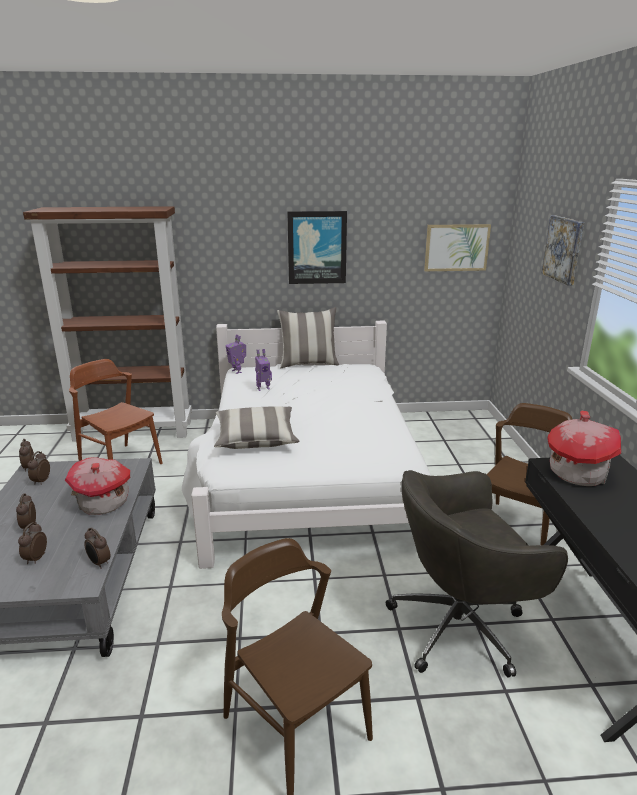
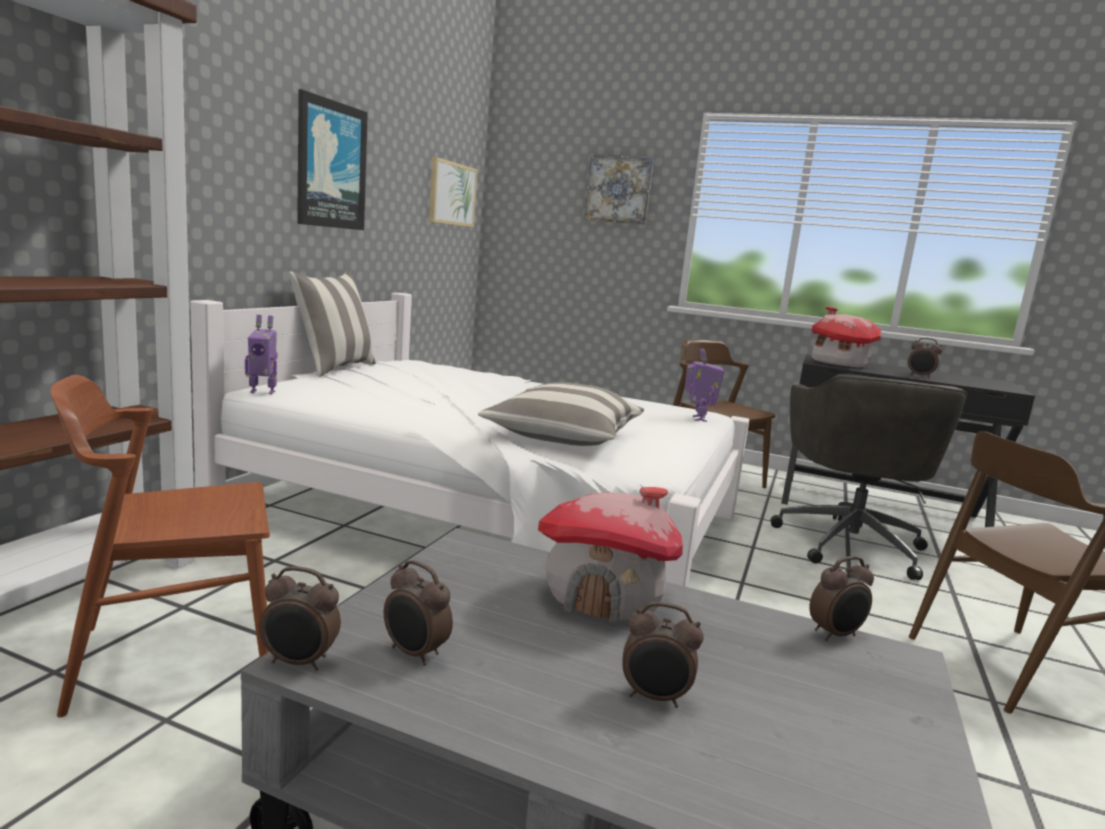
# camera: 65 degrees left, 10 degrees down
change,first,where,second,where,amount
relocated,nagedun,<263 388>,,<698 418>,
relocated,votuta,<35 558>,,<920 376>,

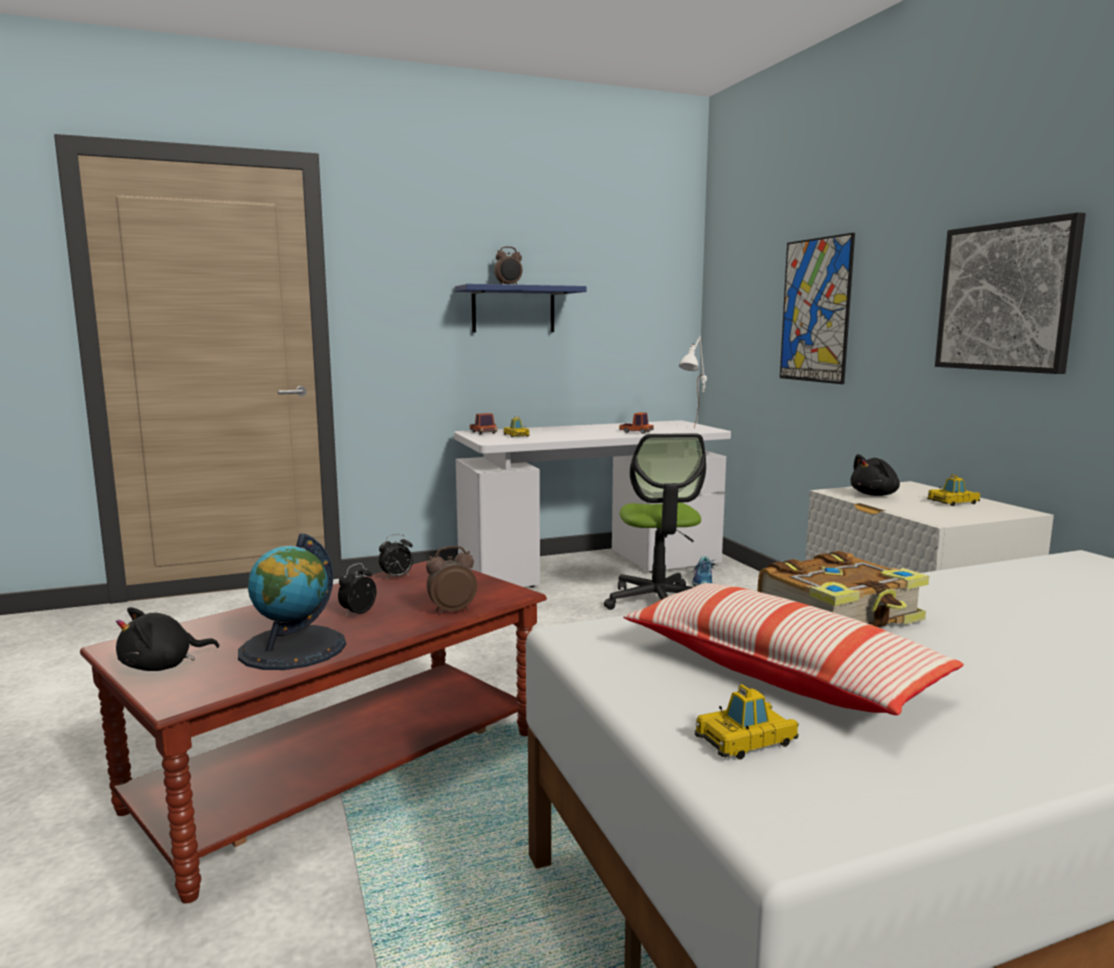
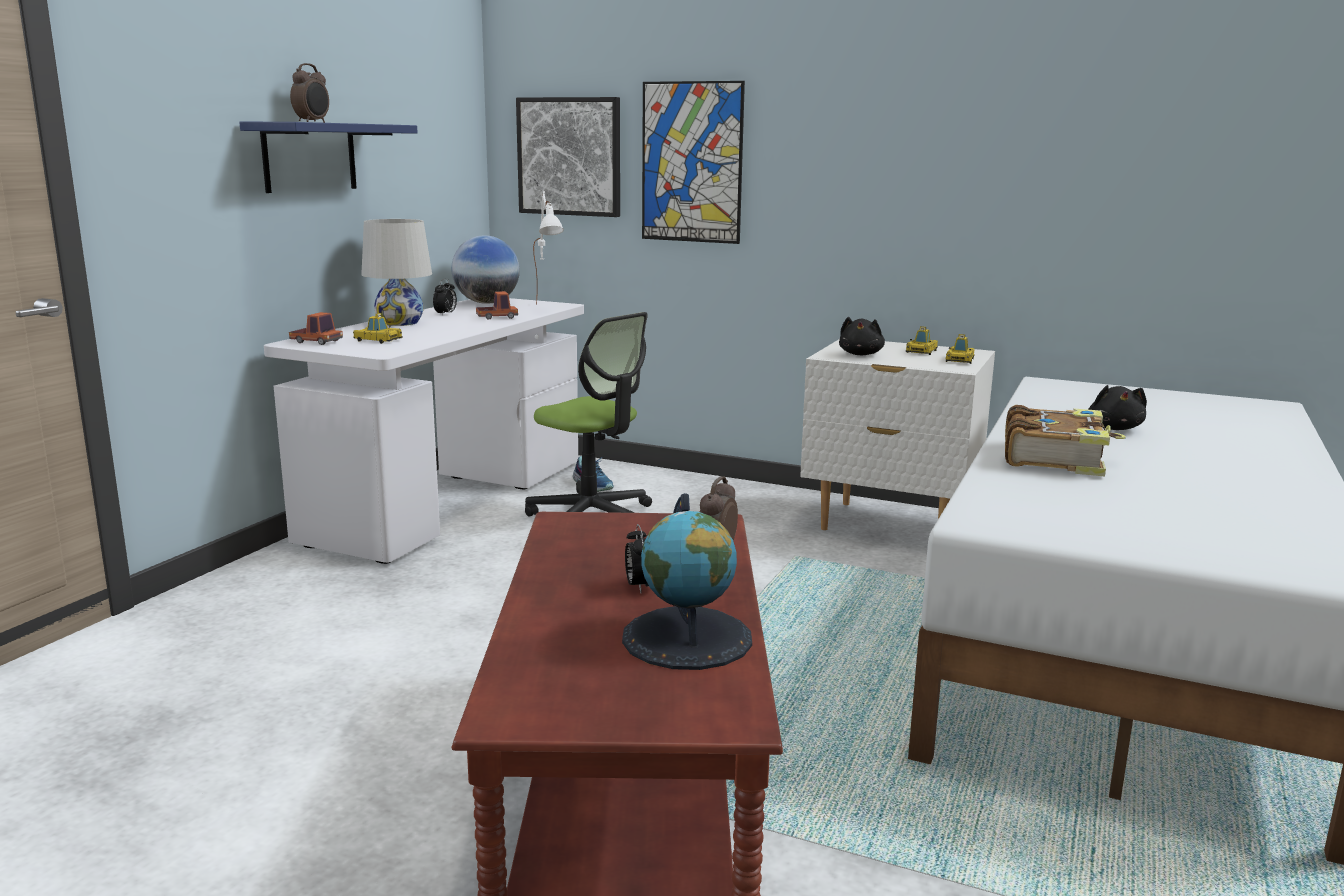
# camera: 45 degrees left, 5 degrees up
change,first,where,second,where,amount
appeared,,,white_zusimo,<399 322>,
relocated,votuta,<397 577>,,<445 314>,
appeared,,,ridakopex,<486 303>,
relocated,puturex,<1006 297>,,<569 156>,
relocated,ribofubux,<746 740>,,<959 360>,
relocated,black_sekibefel,<162 666>,,<1114 428>,
missing,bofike,<779 672>,,,

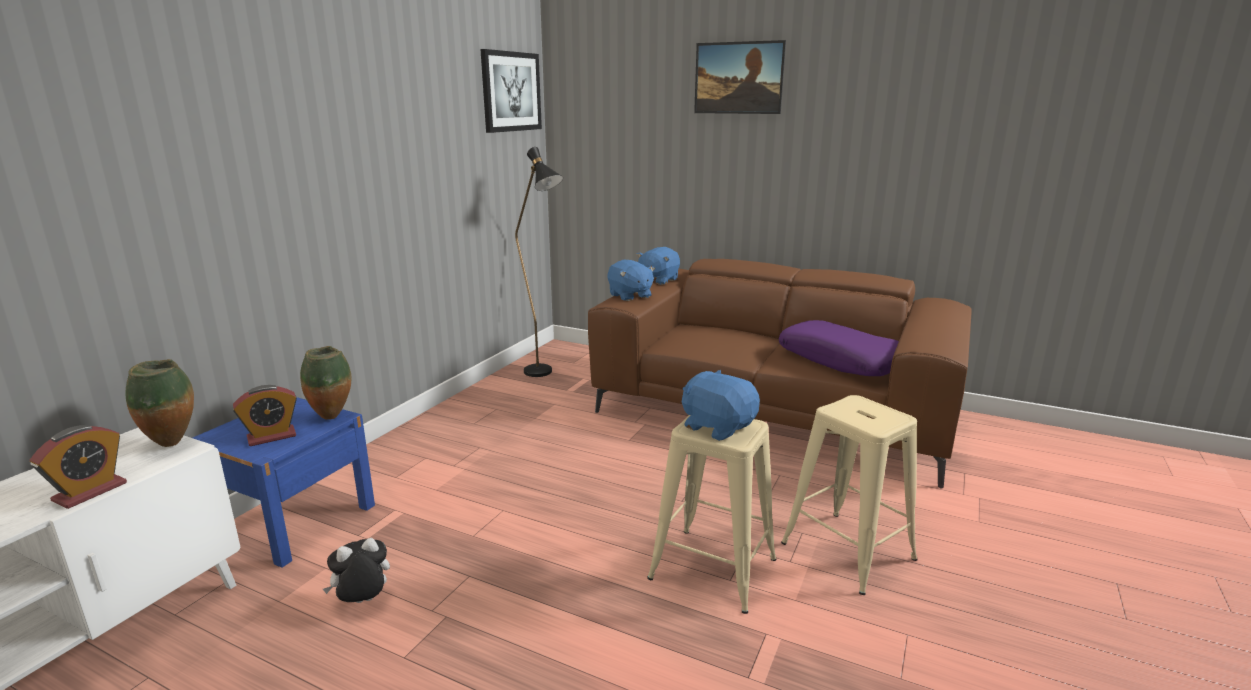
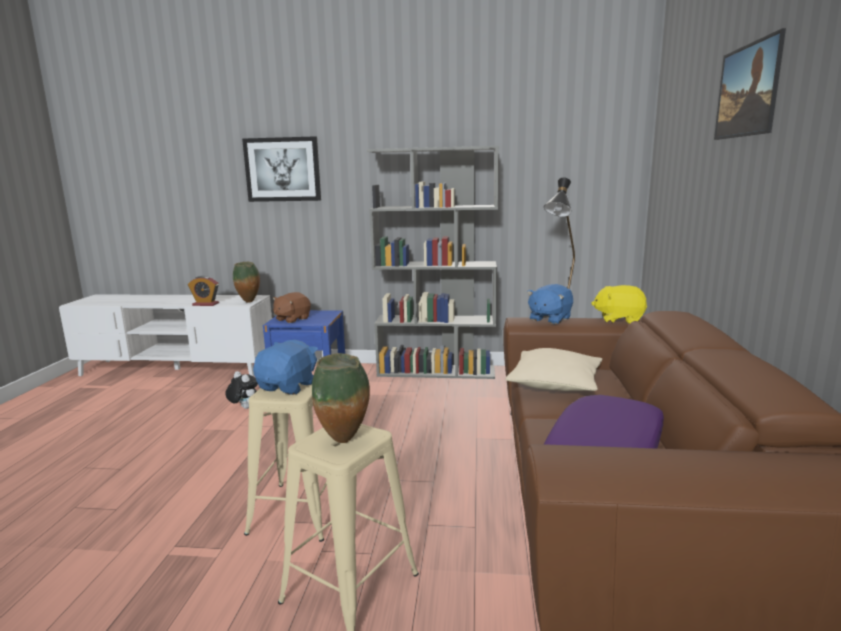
# camera: 70 degrees right, 5 degrees down
change,first,where,second,where,amount
relocated,puturex,<511 91>,,<282 169>,
exchanged,votuta,<271 437>,brown_sekibefel,<292 319>,
relocated,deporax,<333 417>,,<344 441>,
appeared,,,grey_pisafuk,<437 371>,
appeared,,,beige_bofike,<555 383>,
colour,blue_sekibefel,<658 280>,yellow_sekibefel,<619 319>,

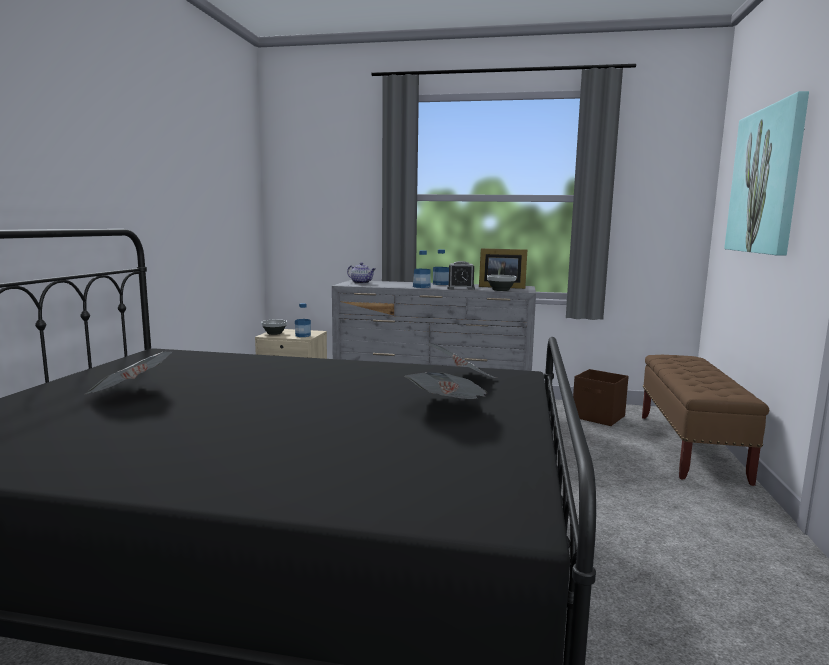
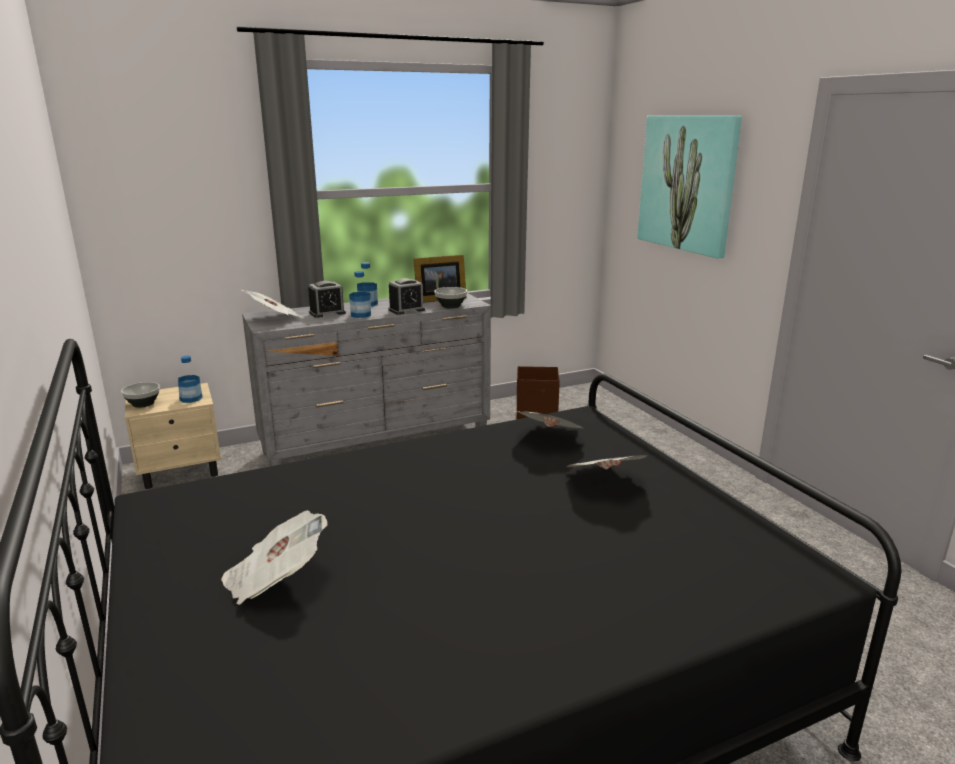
# camera: 35 degrees left, 10 degrees up
change,first,where,second,where,amount
exchanged,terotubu,<361 283>,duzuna,<275 319>,
appeared,,,votuta,<327 313>,
missing,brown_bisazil,<690 447>,,,

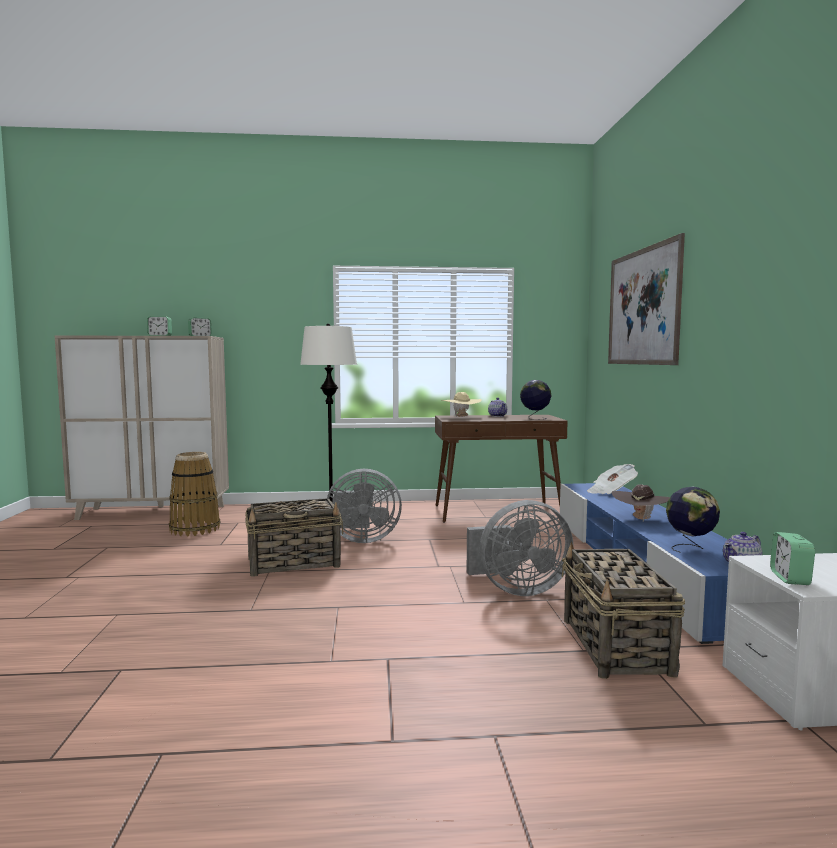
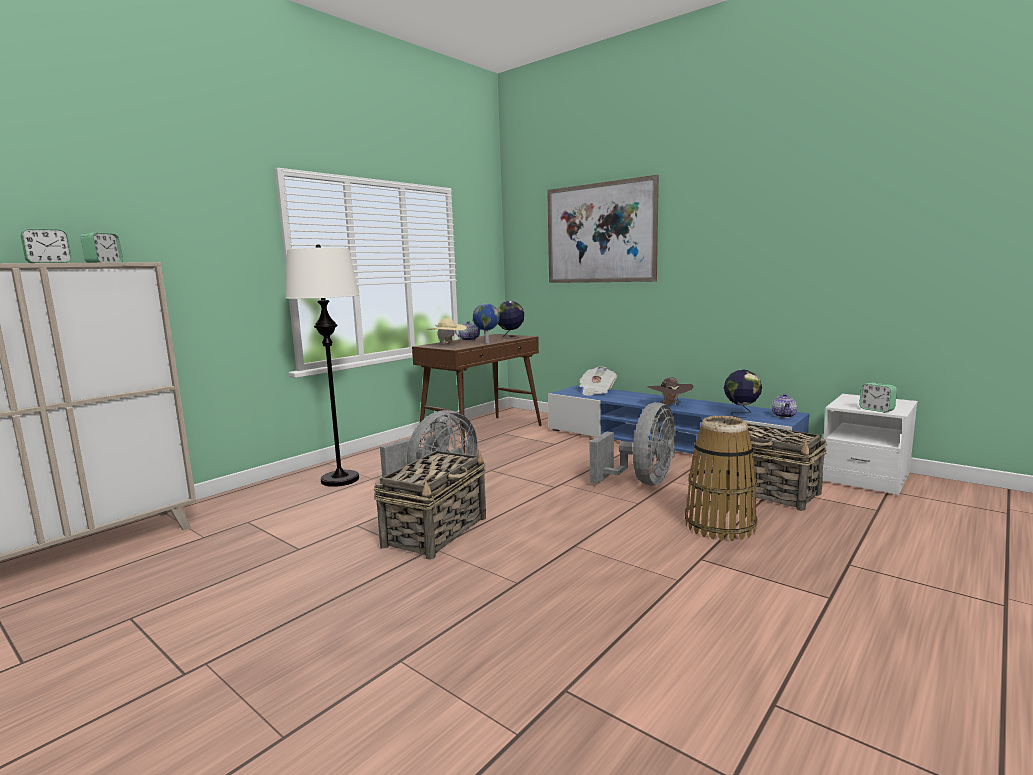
# camera: 45 degrees left, 5 degrees up
change,first,where,second,where,amount
appeared,,,ridakopex,<486 342>,
relocated,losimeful,<195 529>,,<719 525>,

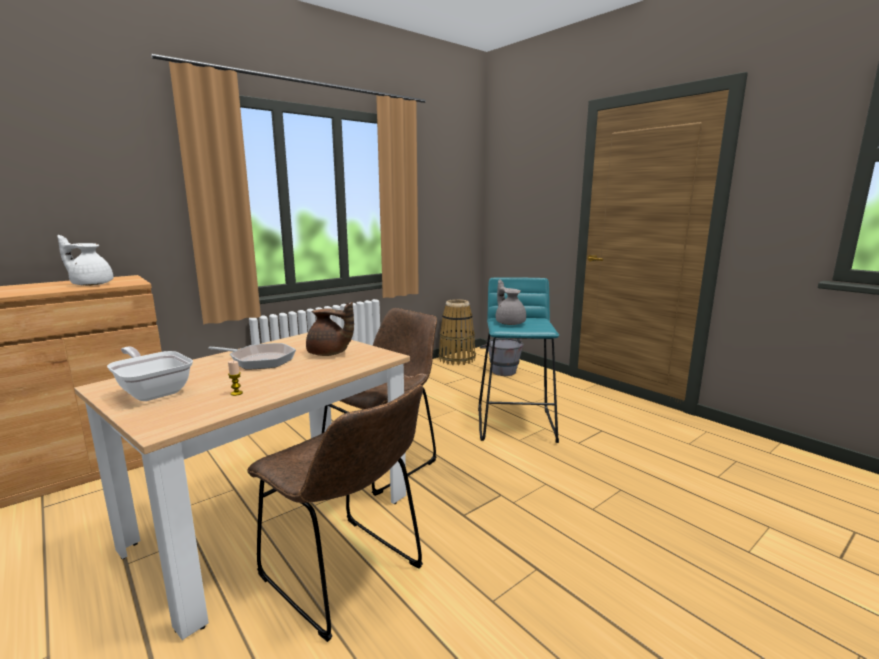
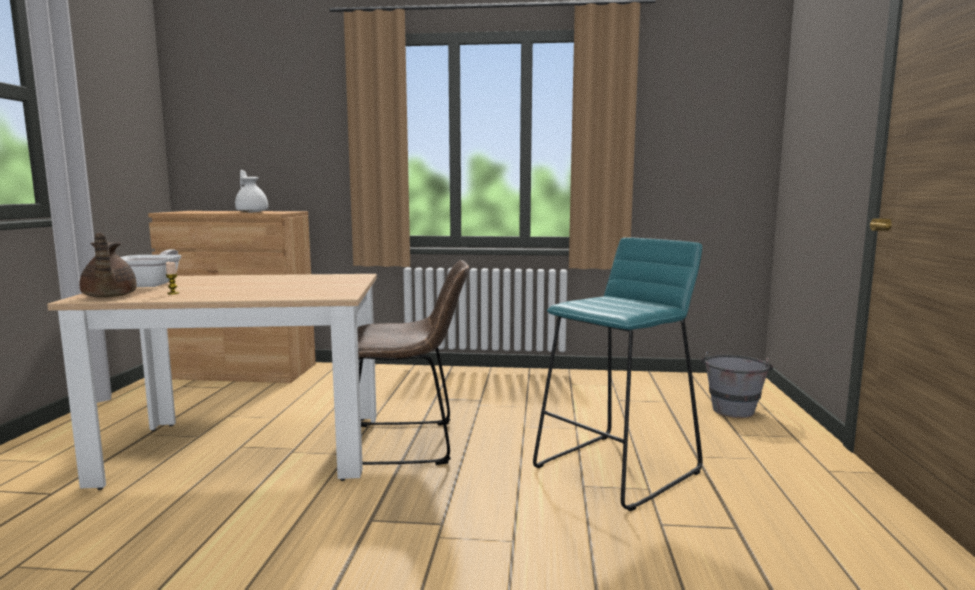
# camera: 45 degrees right, 5 degrees down
change,first,where,second,where,amount
relocated,brown_terotubu,<329 354>,,<108 297>,
missing,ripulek,<259 360>,,,
missing,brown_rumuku,<346 576>,,,
missing,losimeful,<457 359>,,,
missing,grey_terotubu,<509 323>,,,

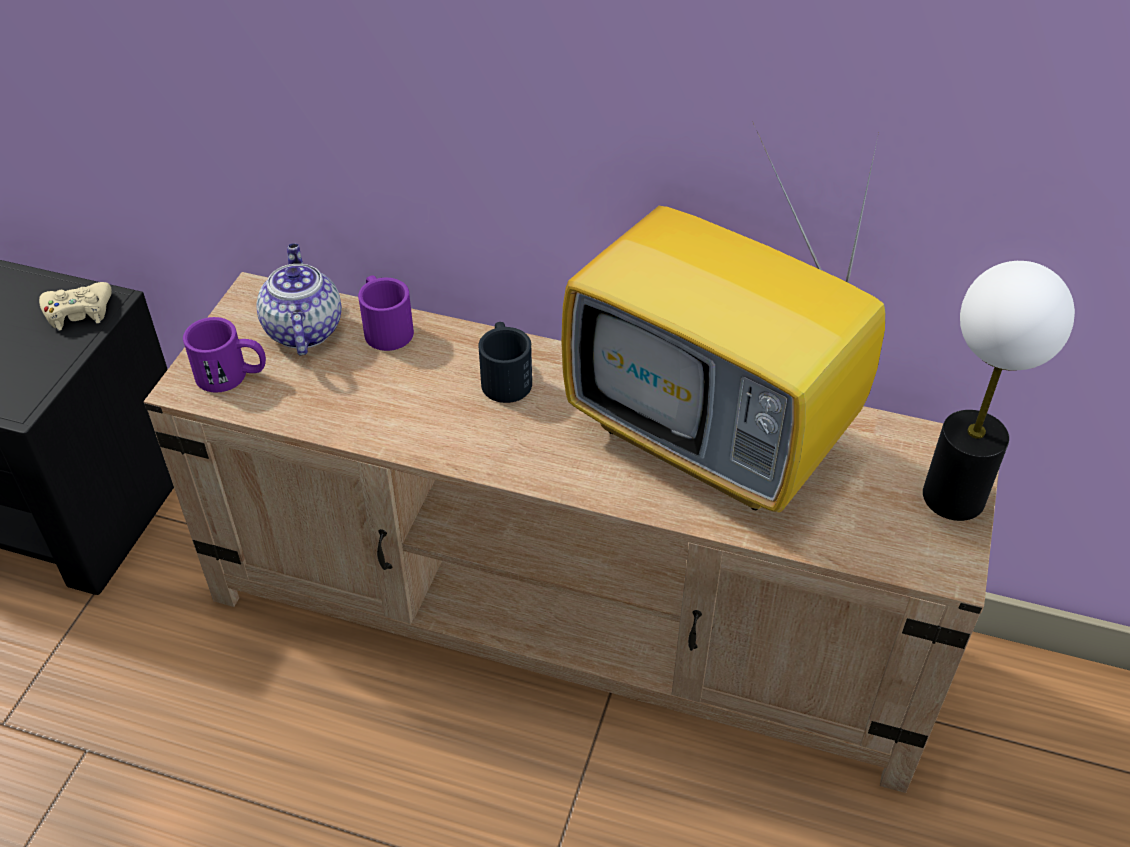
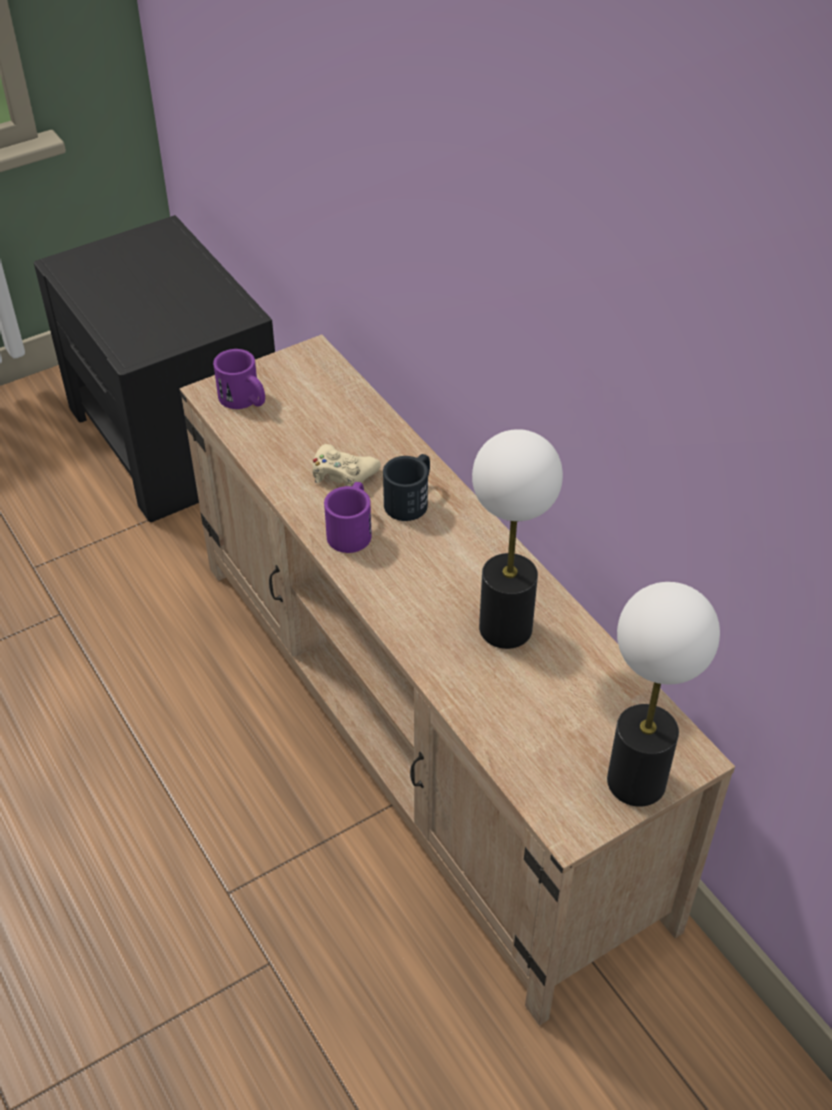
# camera: 40 degrees right, 0 degrees up
change,first,where,second,where,amount
relocated,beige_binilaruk,<78 312>,,<343 474>,
relocated,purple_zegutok,<385 327>,,<352 529>,
exchanged,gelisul,<715 438>,zusimo,<506 628>,
missing,terotubu,<302 329>,,,

